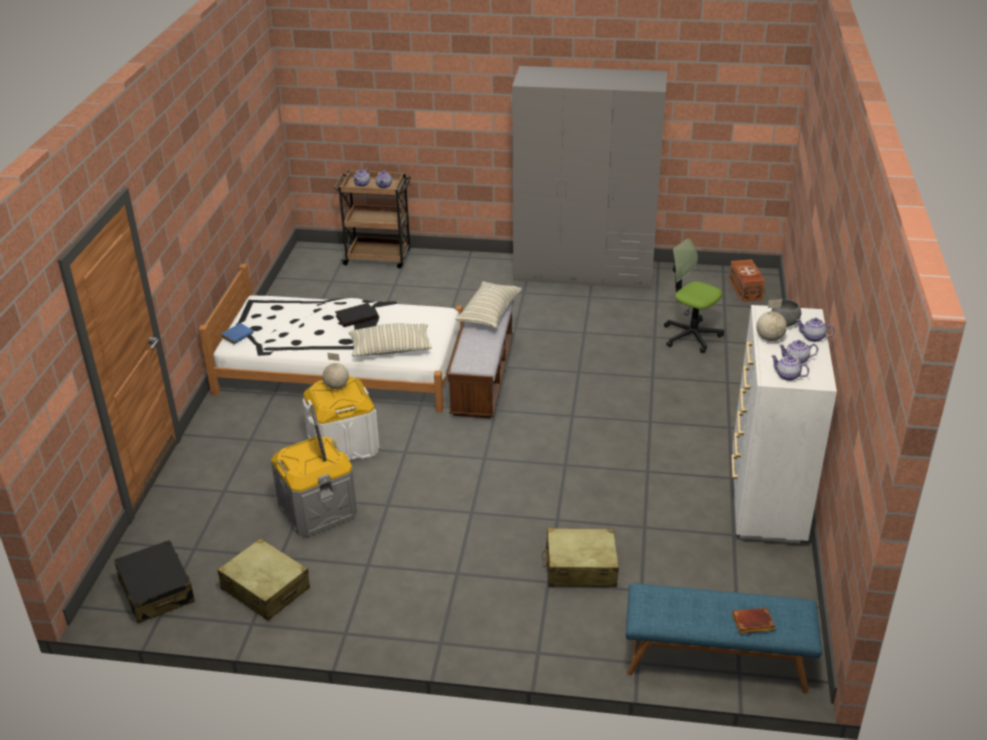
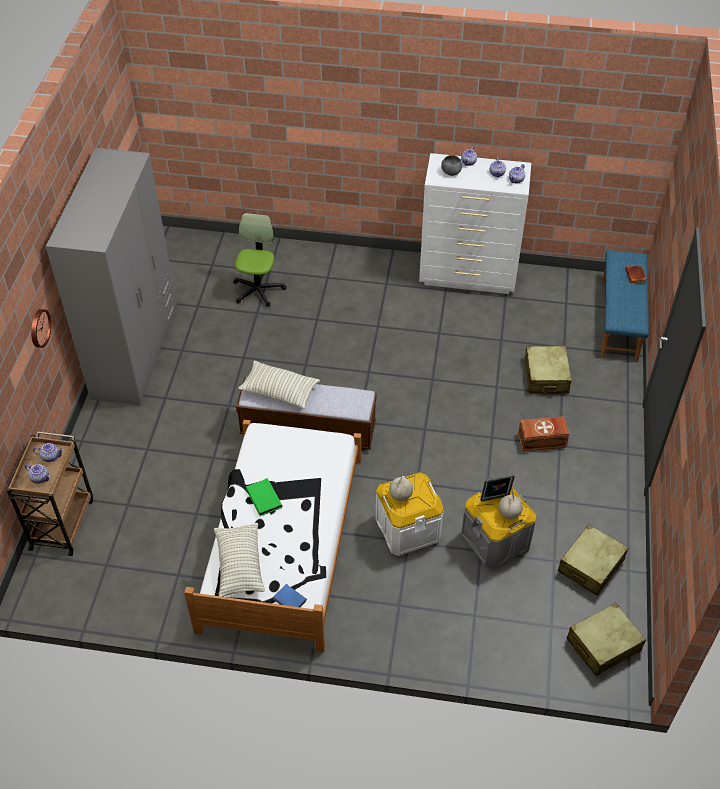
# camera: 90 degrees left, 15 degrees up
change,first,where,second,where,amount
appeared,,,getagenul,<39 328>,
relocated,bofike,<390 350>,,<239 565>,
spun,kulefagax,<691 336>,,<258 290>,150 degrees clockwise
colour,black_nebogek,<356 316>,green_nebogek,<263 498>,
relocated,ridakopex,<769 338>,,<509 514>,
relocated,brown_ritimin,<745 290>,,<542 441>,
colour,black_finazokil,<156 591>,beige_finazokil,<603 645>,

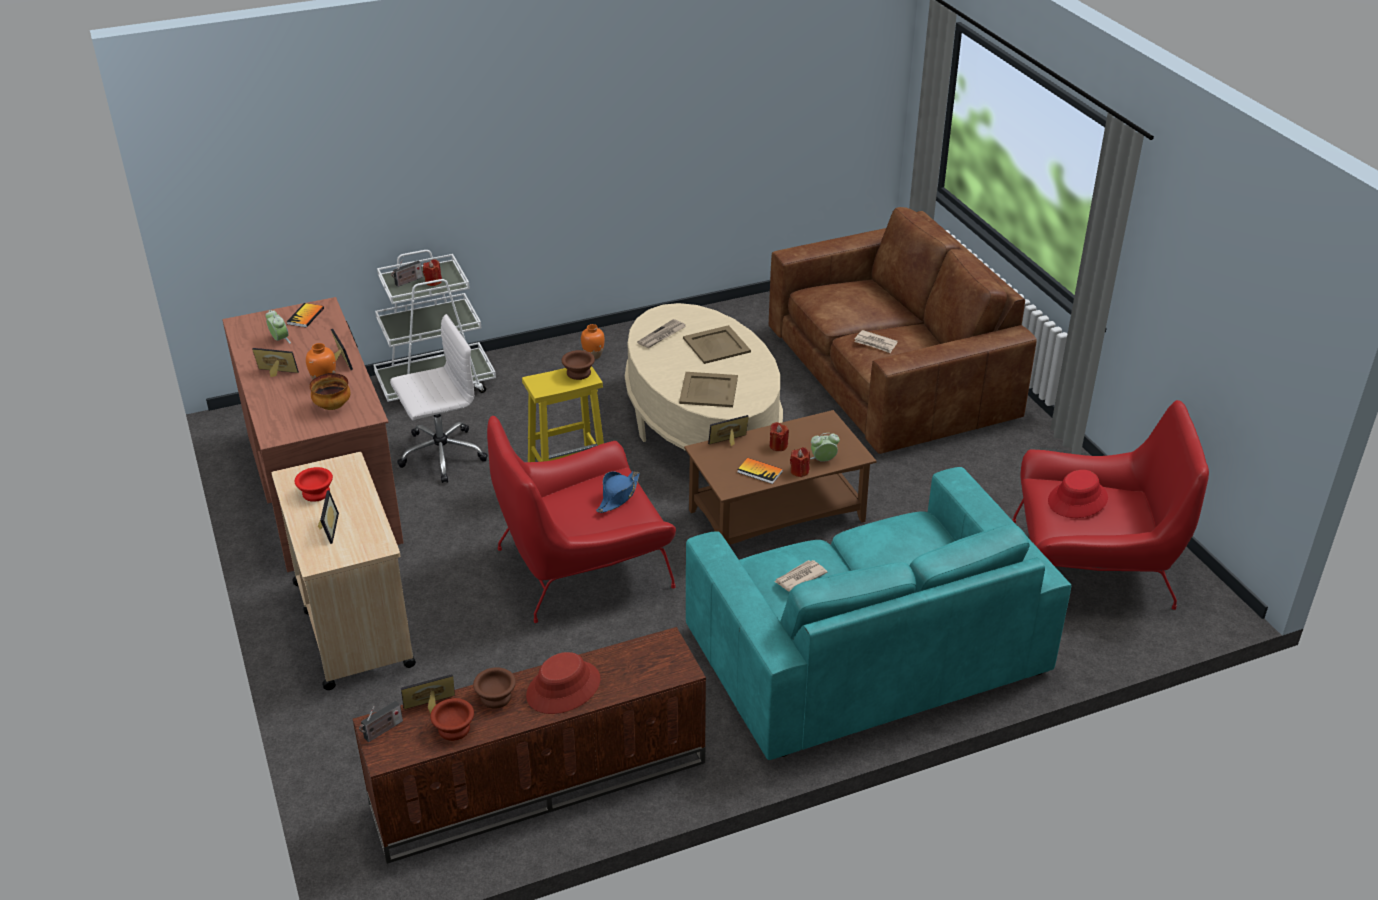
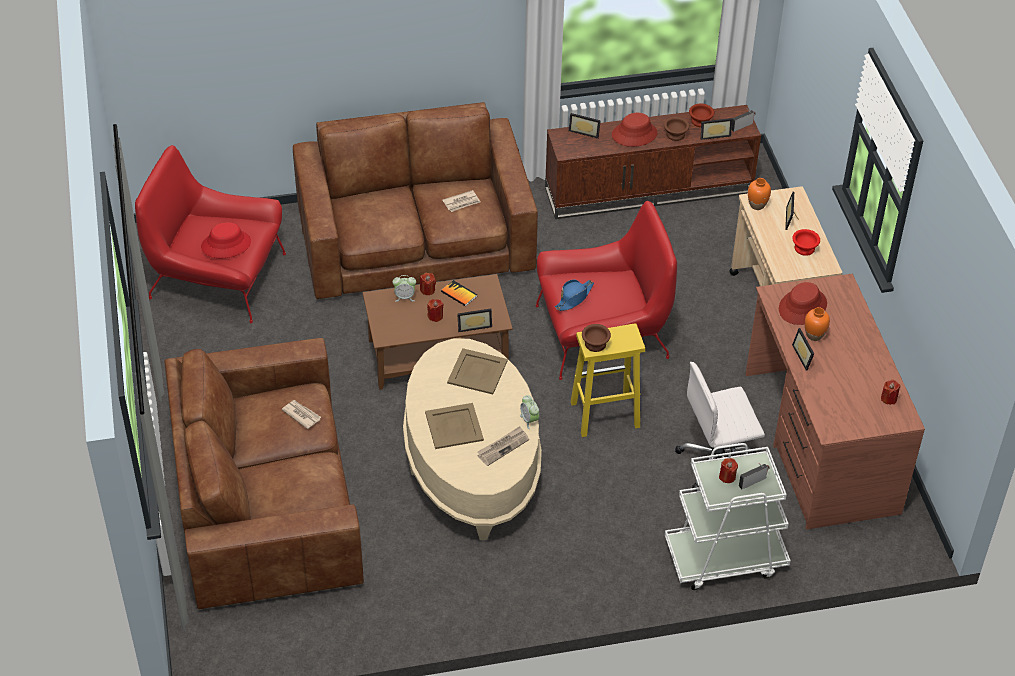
# camera: 170 degrees left, 10 degrees up
change,first,where,second,where,amount
colour,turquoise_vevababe,<865 652>,brown_vevababe,<415 239>,
relocated,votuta,<279 340>,,<529 420>,
relocated,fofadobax,<276 374>,,<585 131>,
relocated,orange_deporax,<593 355>,,<757 205>,
exchanged,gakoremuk,<332 406>,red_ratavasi,<802 307>,
appeared,,,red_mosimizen,<889 398>,
missing,nebogek,<305 316>,,,

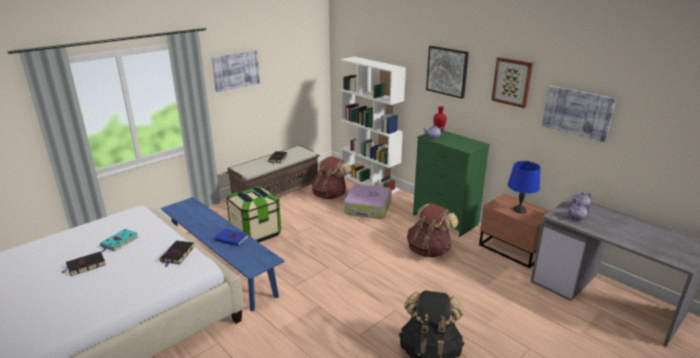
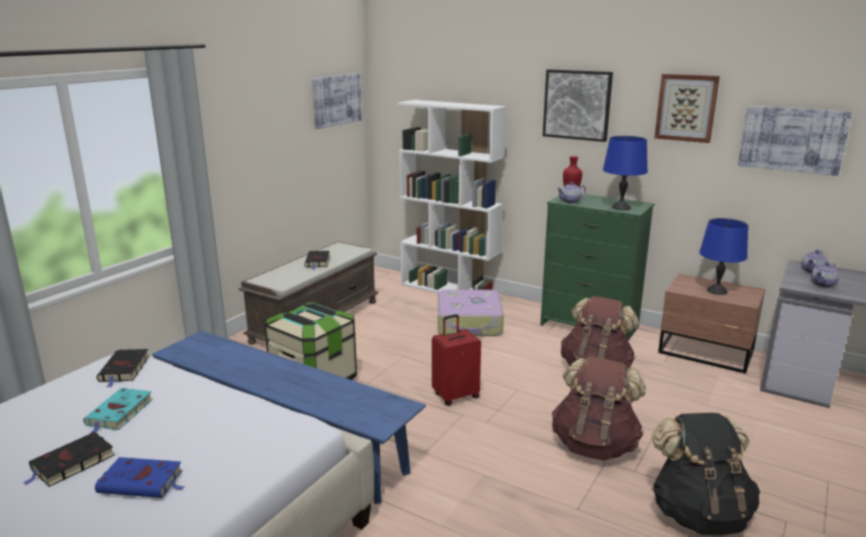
# camera: 15 degrees left, 5 degrees down
change,first,where,second,where,amount
relocated,blue_nebogek,<233 239>,,<143 482>,
relocated,black_nebogek,<177 255>,,<124 370>,
relocated,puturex,<236 70>,,<336 100>,
appeared,,,red_finazokil,<455 396>,
relocated,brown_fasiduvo,<330 195>,,<595 445>,
appeared,,,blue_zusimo,<621 207>,

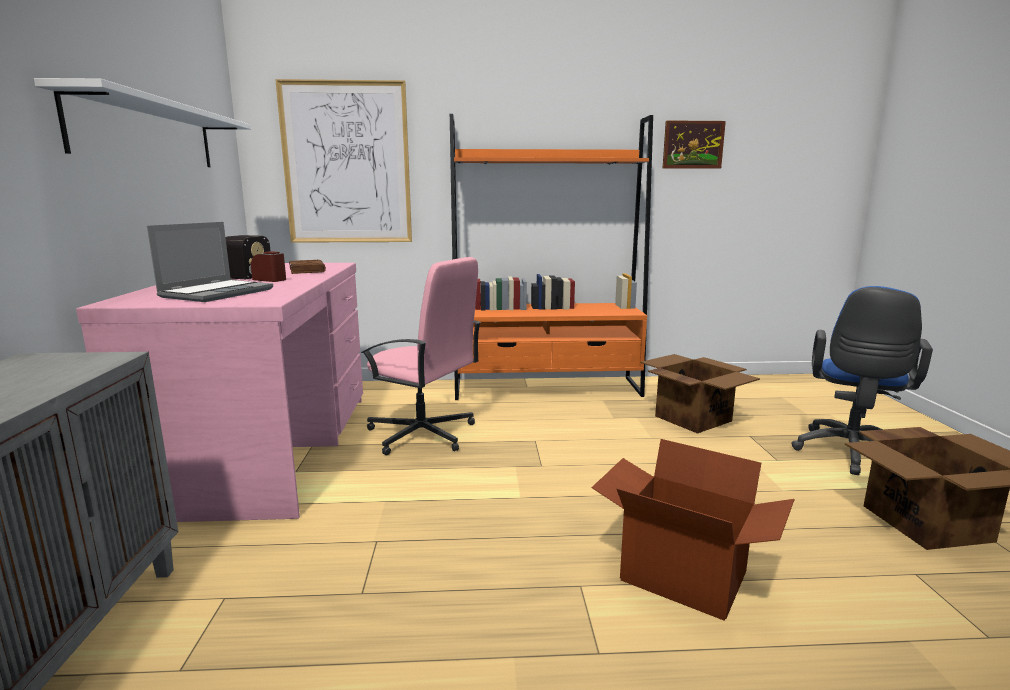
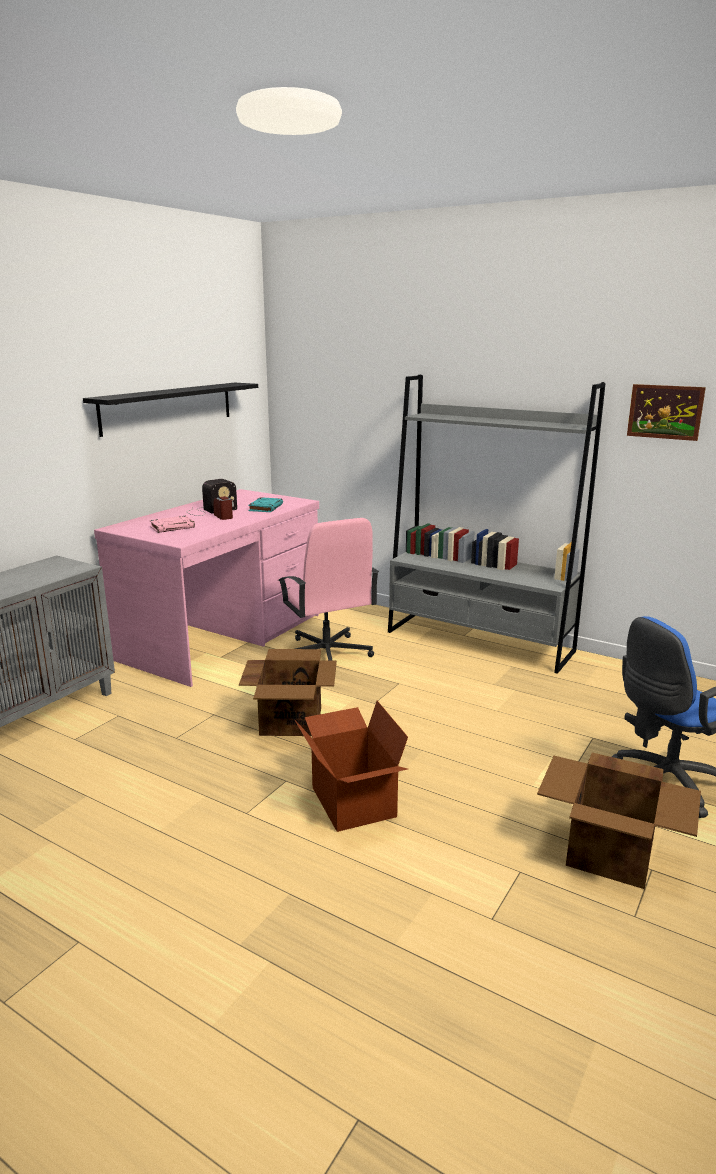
# camera: 35 degrees right, 5 degrees up
change,first,where,second,where,amount
colour,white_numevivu,<148 134>,black_numevivu,<168 407>,
exchanged,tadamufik,<217 293>,pink_nebogek,<172 527>,
relocated,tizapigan,<692 418>,,<291 720>,
colour,brown_nebogek,<307 270>,turquoise_nebogek,<265 507>,
colour,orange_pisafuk,<547 388>,grey_pisafuk,<479 641>,
missing,puturex,<347 164>,,,

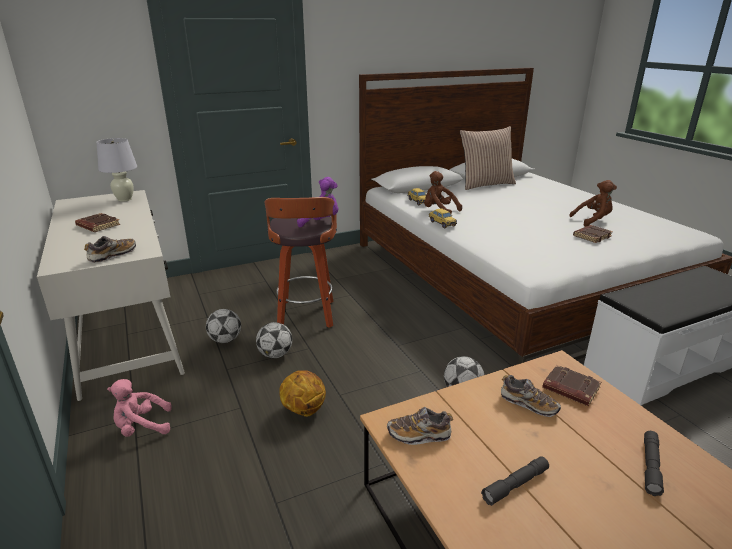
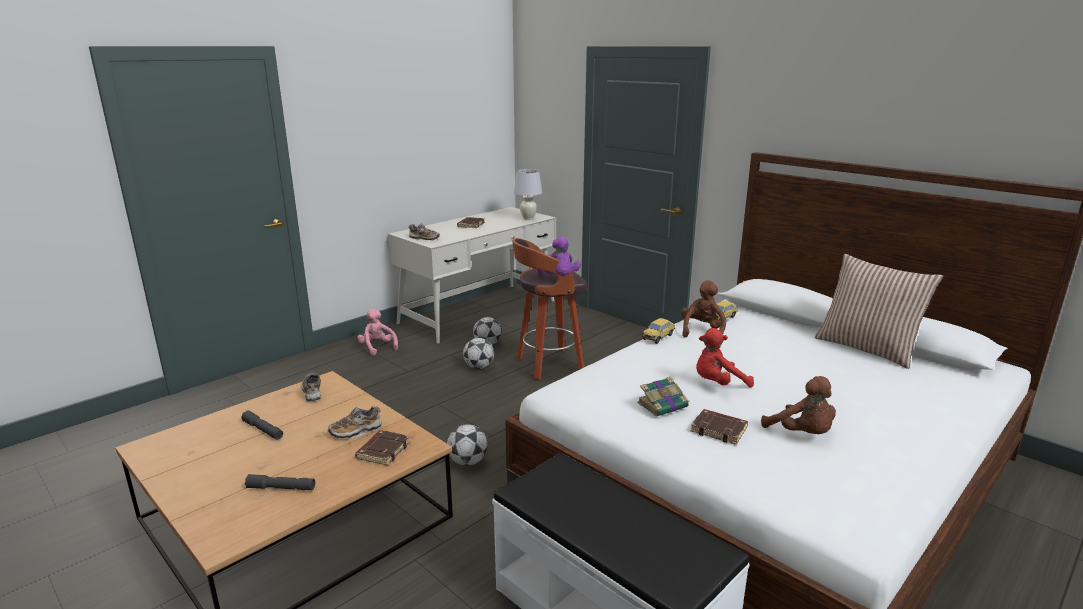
# camera: 70 degrees right, 5 degrees down
change,first,where,second,where,amount
spun,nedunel,<528 404>,,<356 431>,45 degrees clockwise
appeared,,,nebogek,<663 405>,
appeared,,,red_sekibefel,<718 384>,
missing,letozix,<303 410>,,,

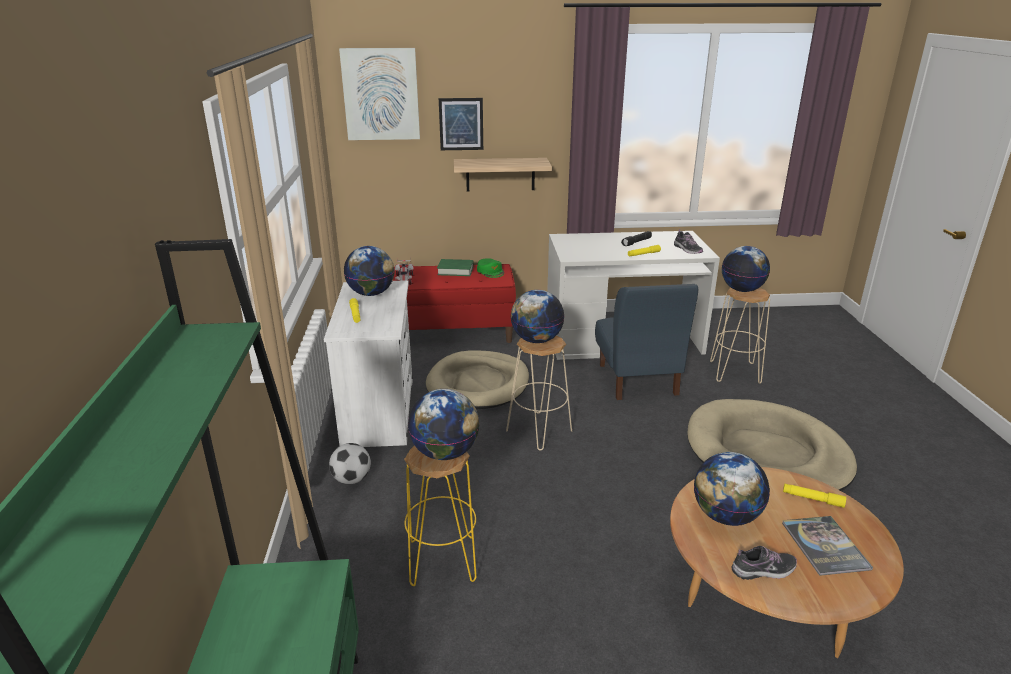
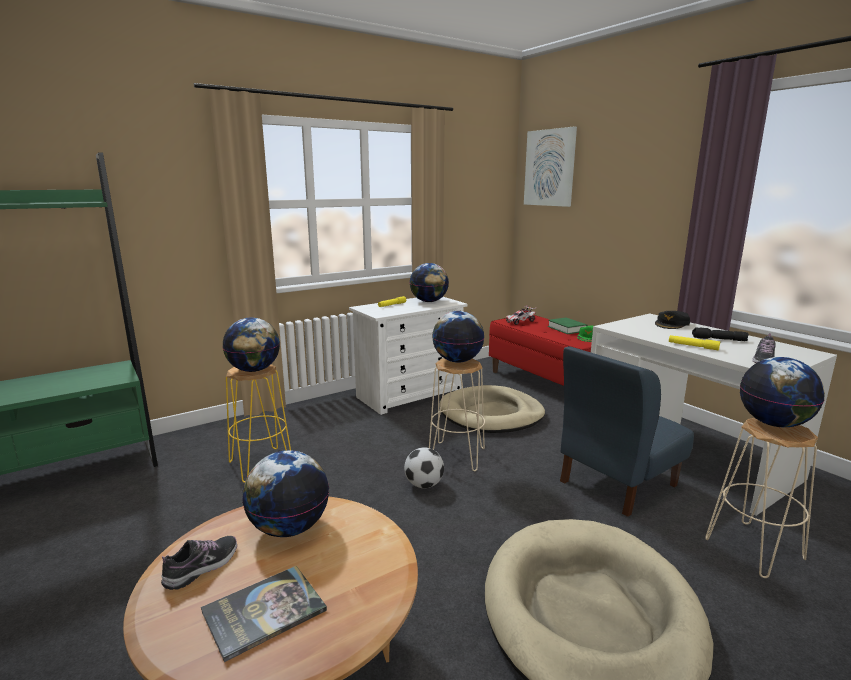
# camera: 60 degrees right, 10 degrees down
change,first,where,second,where,amount
spun,nedunel,<763 570>,,<202 567>,105 degrees counterclockwise
relocated,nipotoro,<352 479>,,<424 485>,
appeared,,,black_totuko,<672 324>,
missing,puturex,<461 124>,,,
missing,numevivu,<500 174>,,,
missing,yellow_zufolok,<812 499>,,,

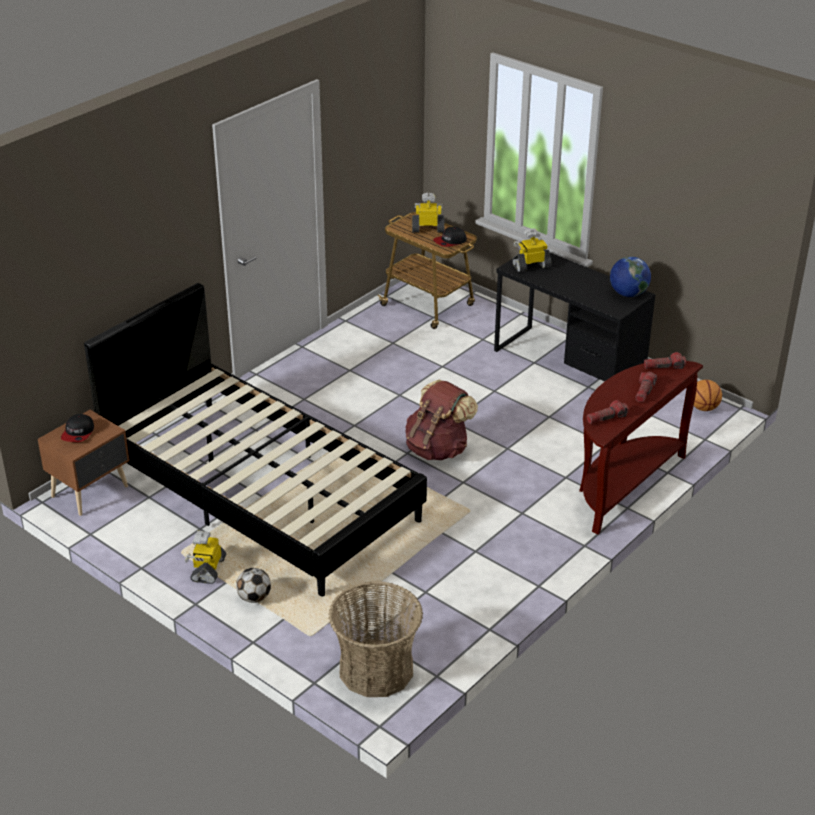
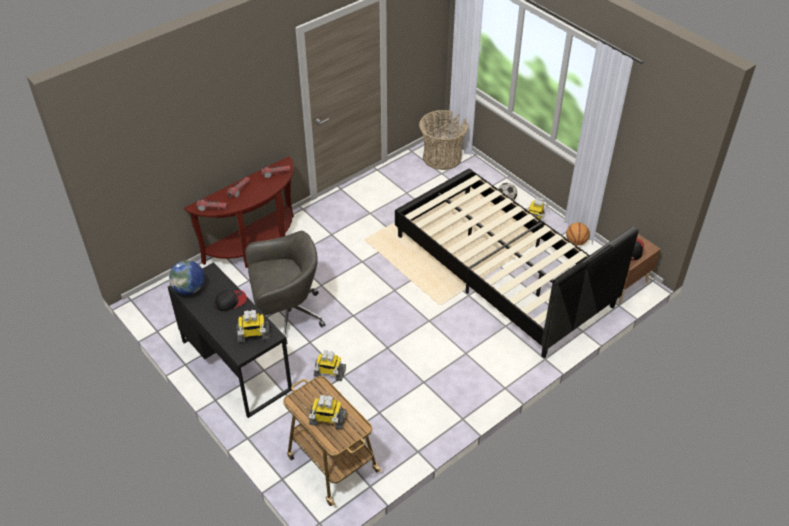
# camera: 170 degrees left, 10 degrees up
change,first,where,second,where,amount
relocated,totuko,<450 241>,,<231 301>,
appeared,,,grey_kulefagax,<286 315>,
appeared,,,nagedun,<329 373>,
relocated,letozix,<703 408>,,<576 242>,
missing,brown_fasiduvo,<438 449>,,,

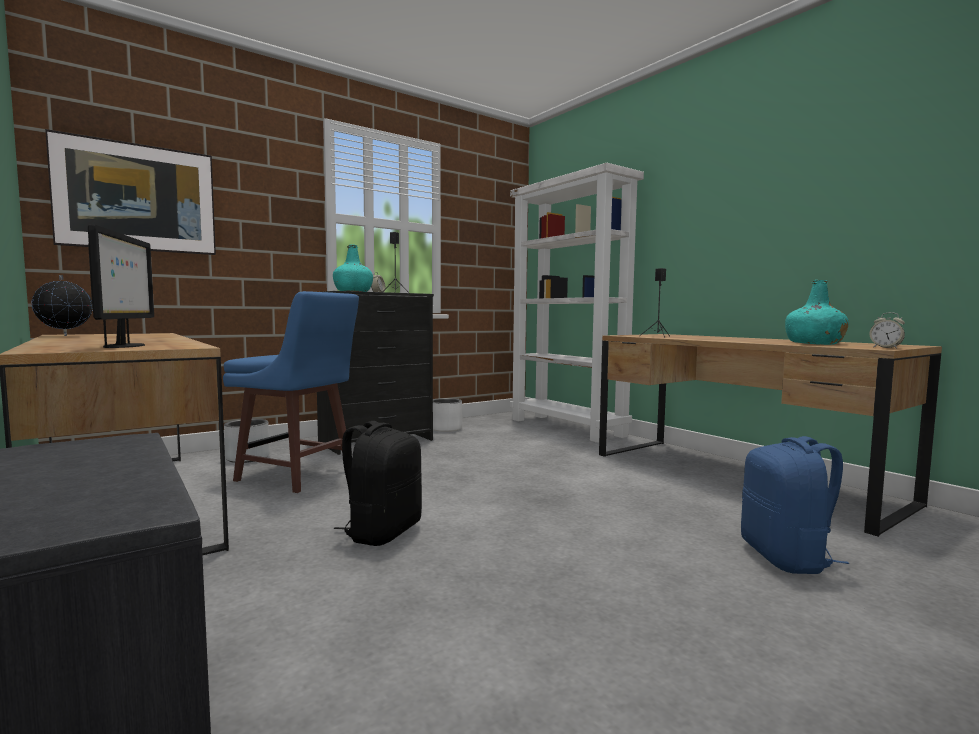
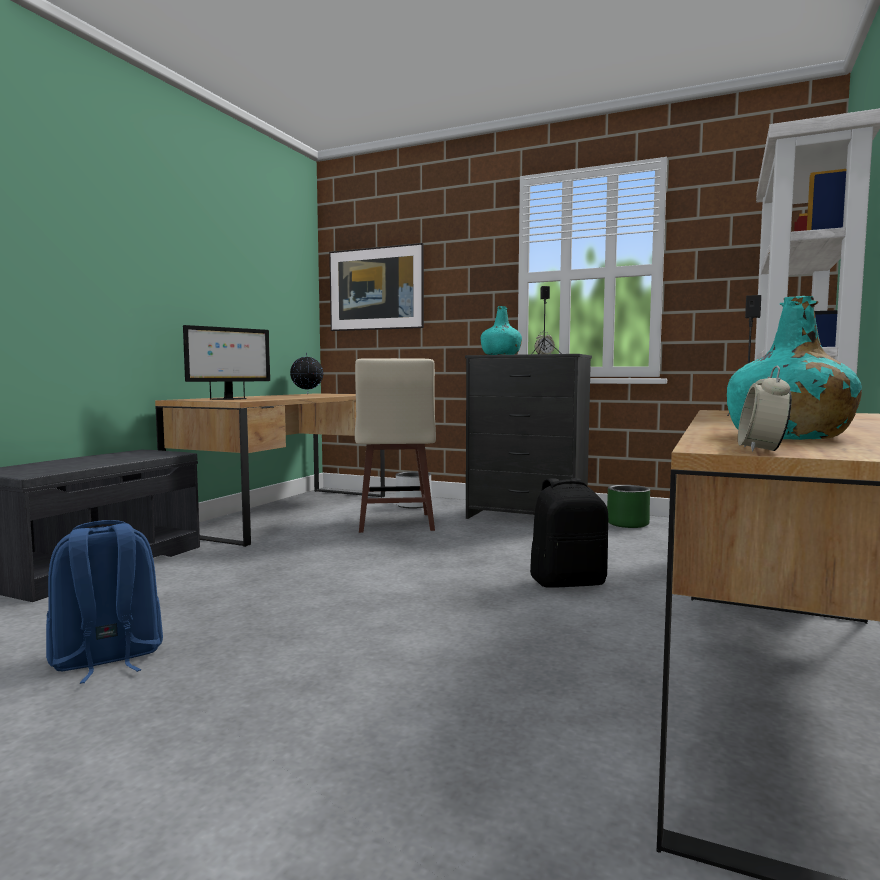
# camera: 60 degrees right, 0 degrees up
change,first,where,second,where,amount
relocated,blue_fasiduvo,<787 558>,,<106 659>,
colour,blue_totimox,<297 476>,beige_totimox,<394 524>,
relocated,black_fasiduvo,<382 532>,,<568 582>,
colour,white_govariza,<445 429>,green_govariza,<627 524>,

